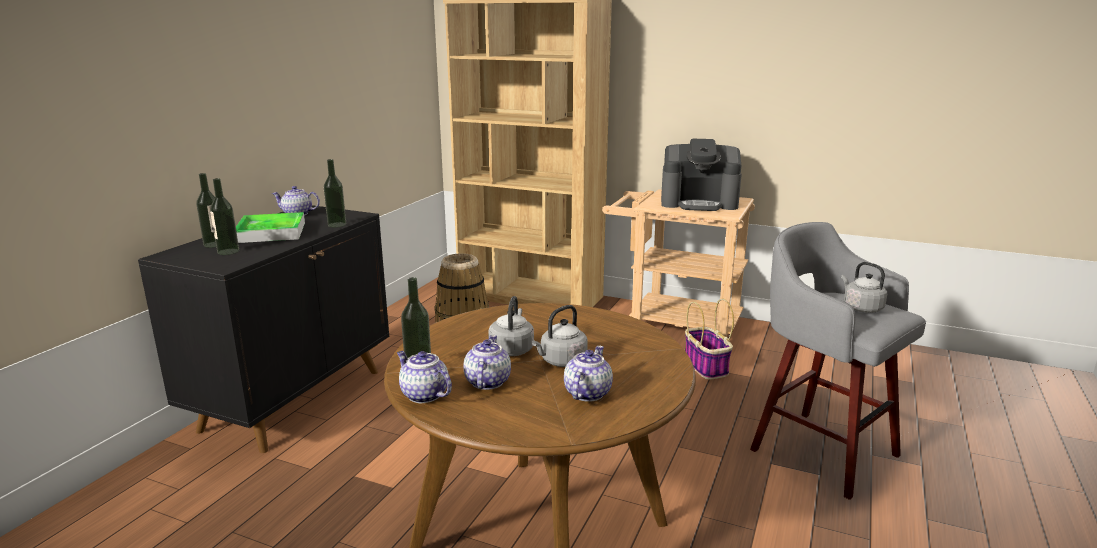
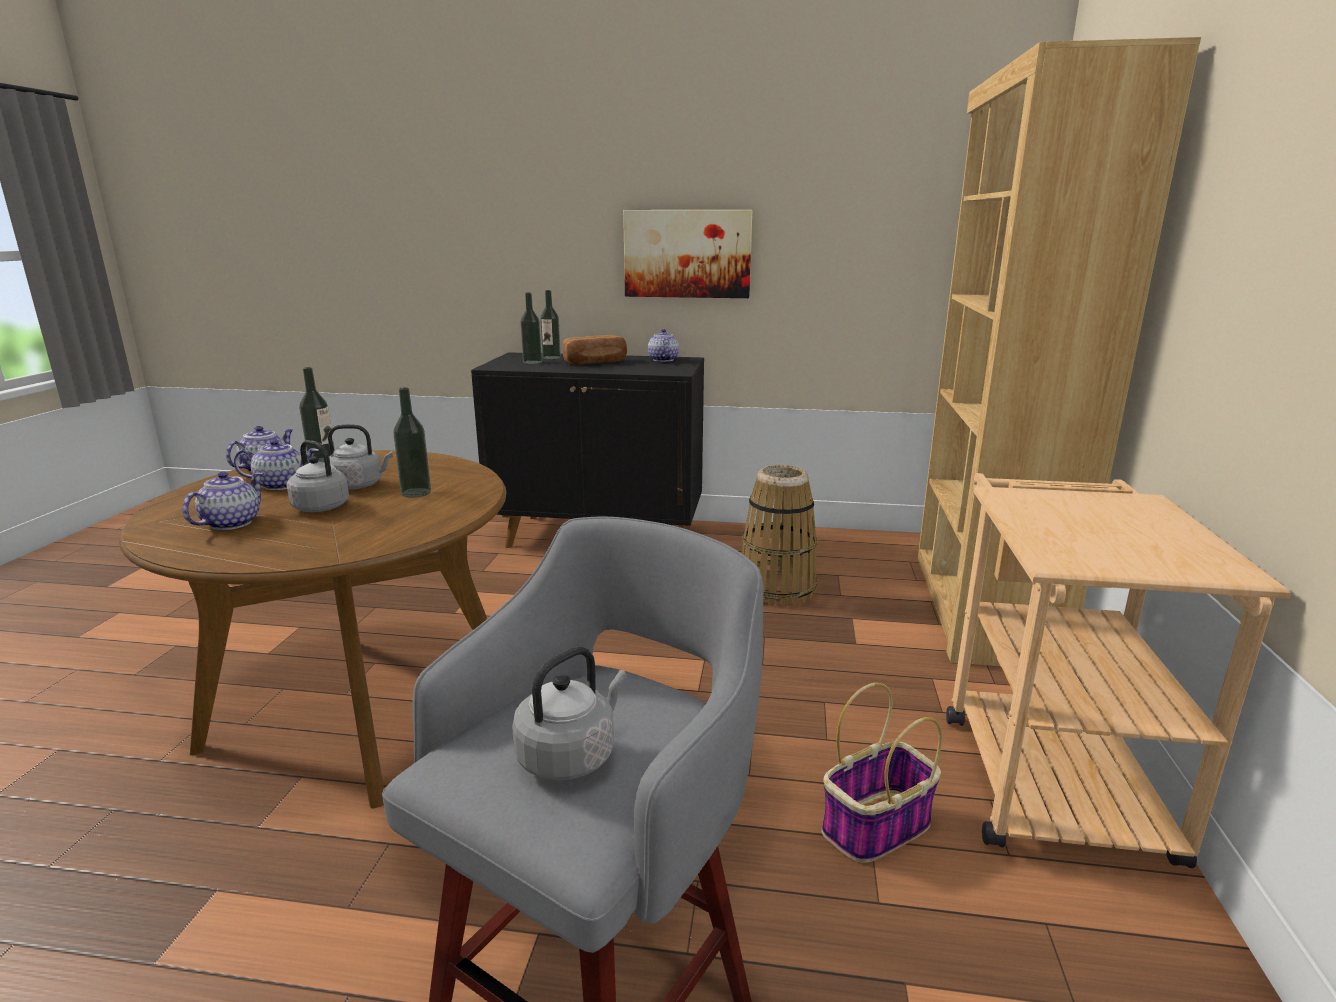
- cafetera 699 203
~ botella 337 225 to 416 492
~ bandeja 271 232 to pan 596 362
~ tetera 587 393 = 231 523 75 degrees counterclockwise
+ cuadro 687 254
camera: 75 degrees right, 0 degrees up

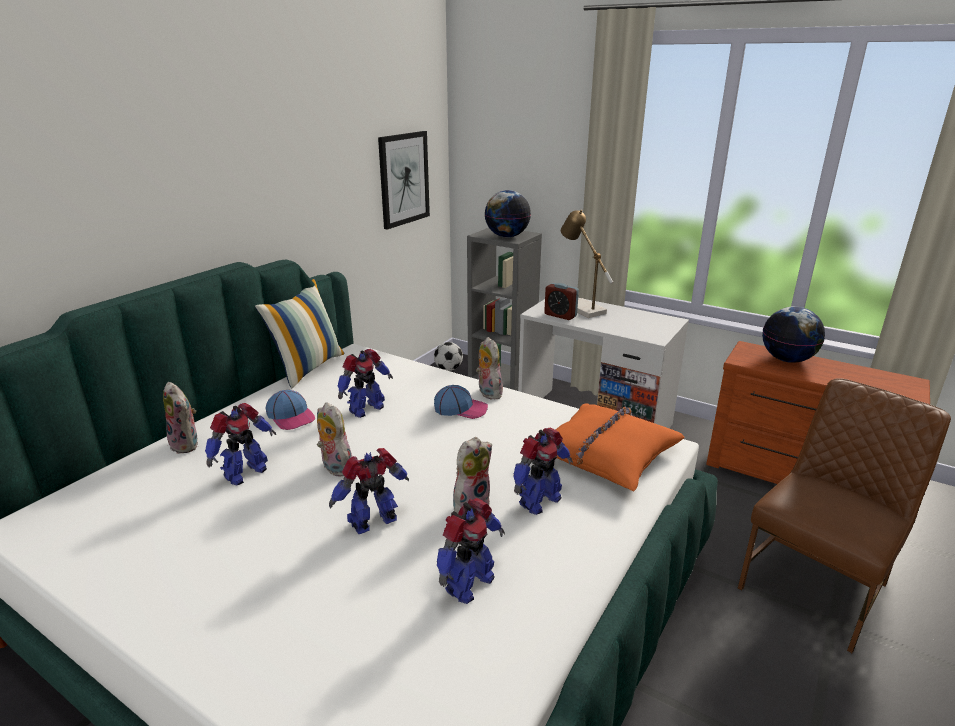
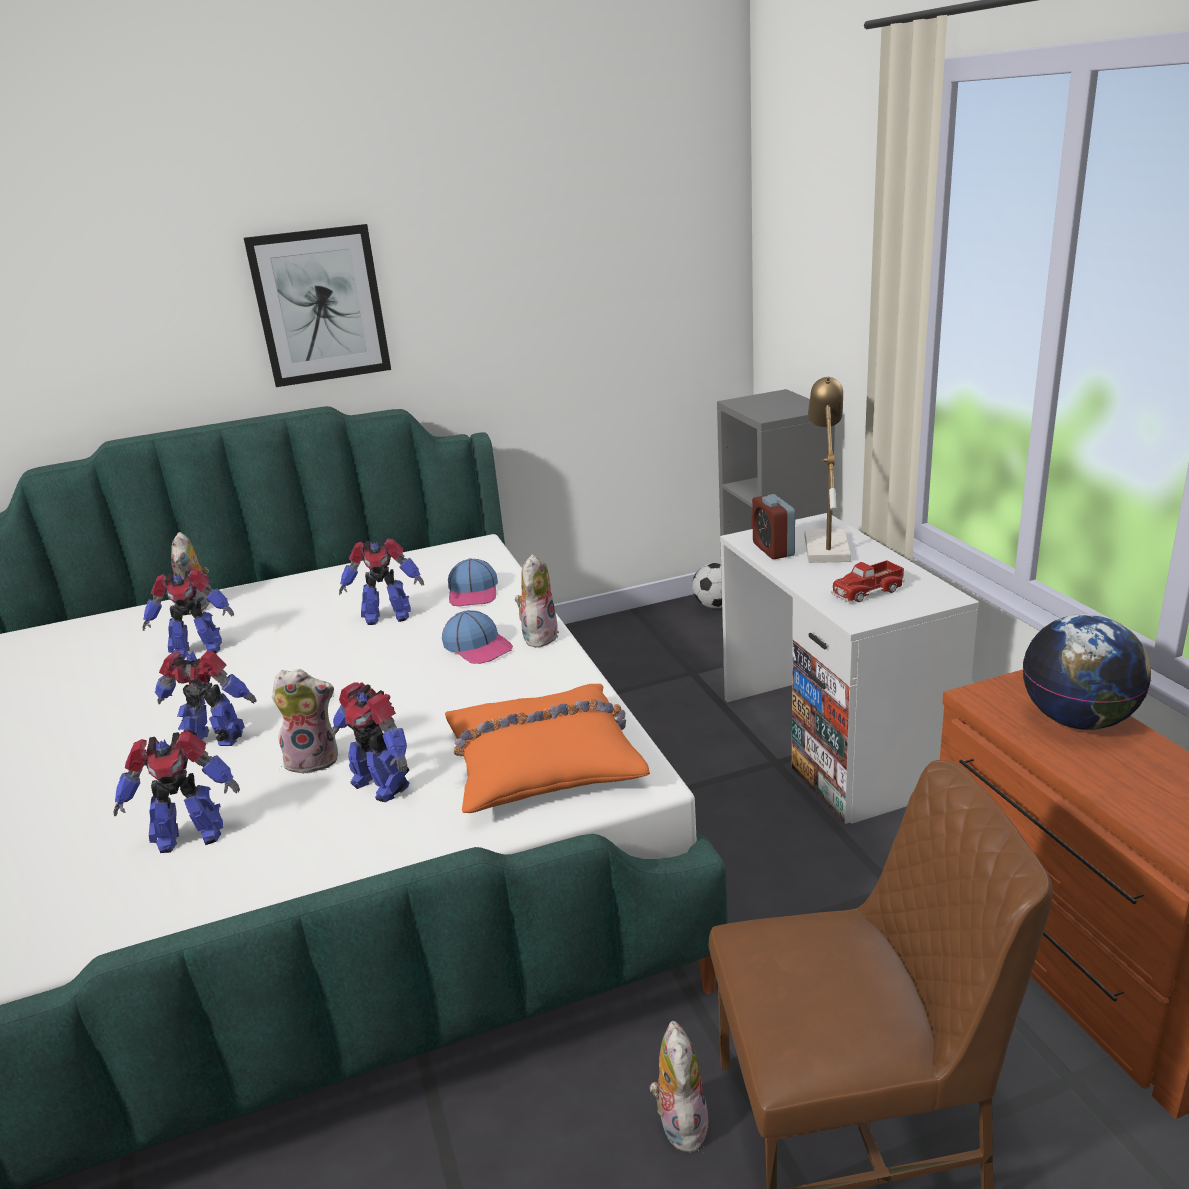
~ cuadro 403 179 to 320 306
- globo terráqueo 507 236
- cojín 308 367
~ gorra 291 416 to 473 592
~ peluche 335 467 to 679 1122
~ robot de juguete 538 501 = 381 784 45 degrees clockwise
+ camión de juguete 867 591
camera: 40 degrees right, 0 degrees up

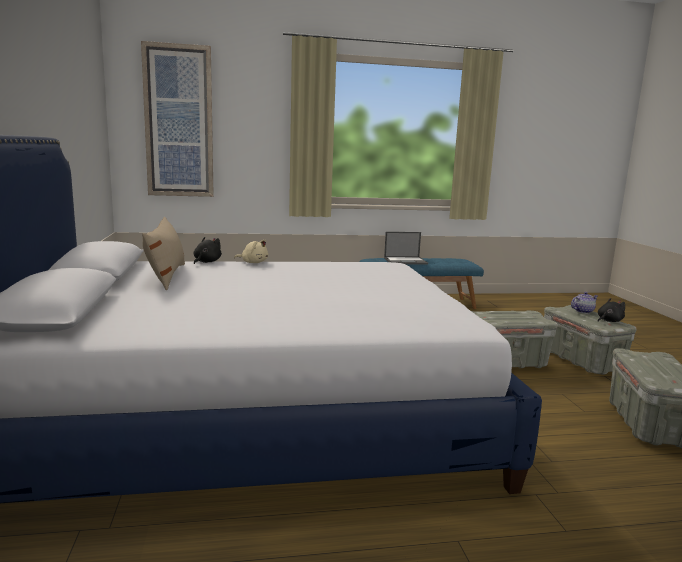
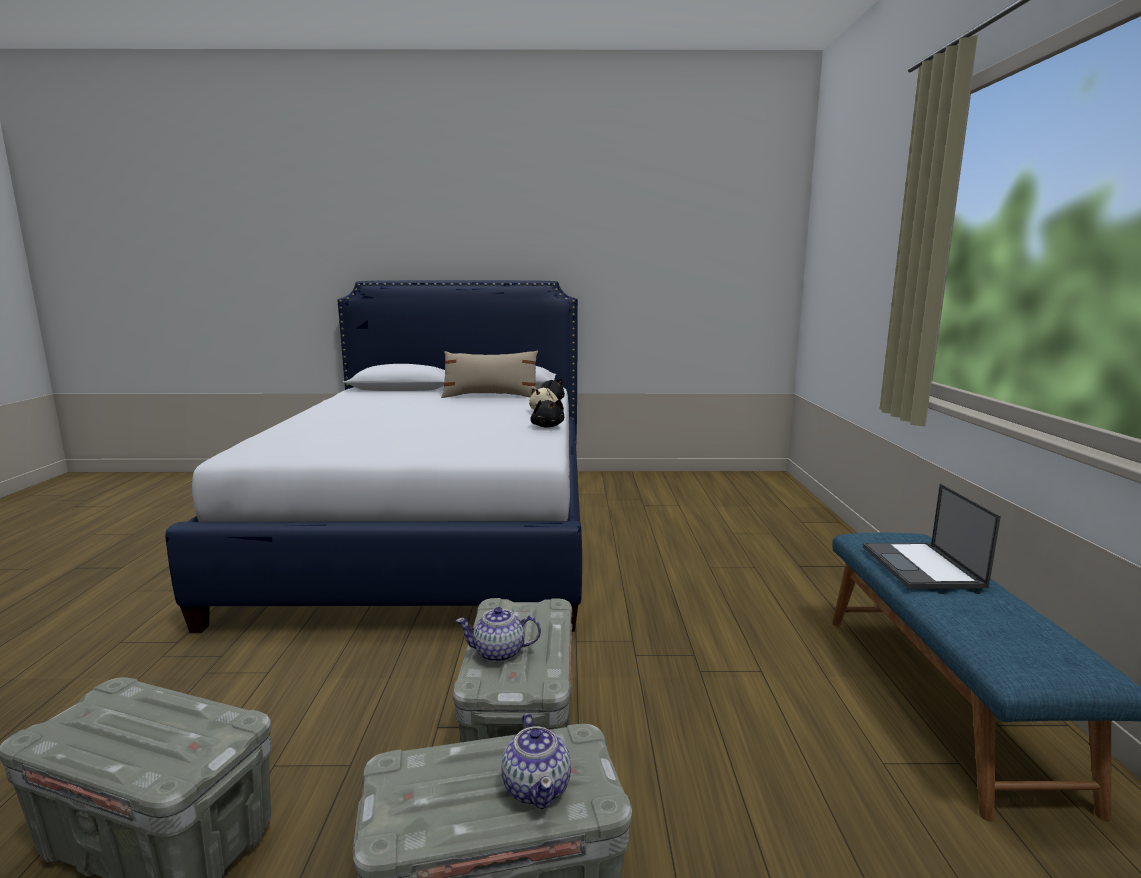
- cuadro 179 122
~ peluche [negro] 608 321 to 547 426
+ tetera 499 653
camera: 100 degrees right, 0 degrees up

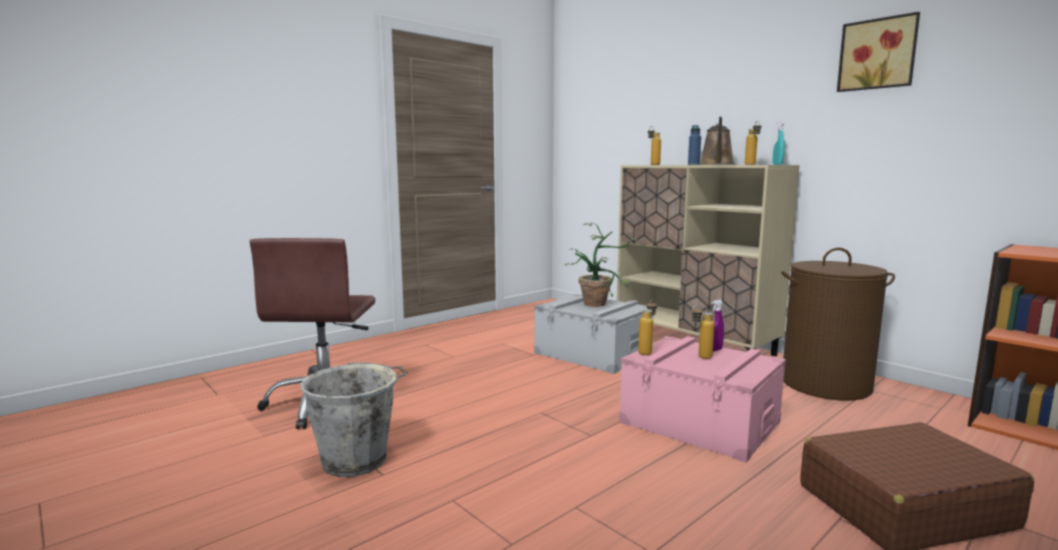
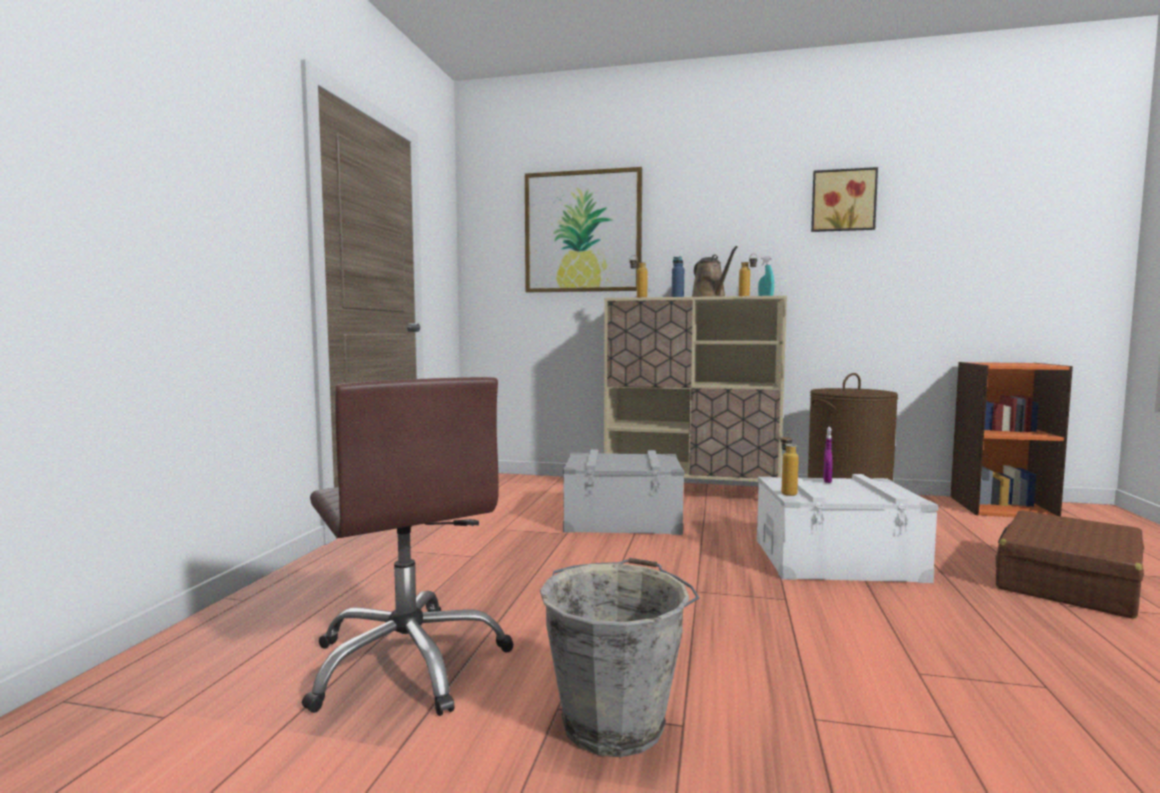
- planta en maceta 600 303
- botella 700 357
~ caja de almacenaje [rosa] 700 422 to caja de almacenaje [blanco] 837 559
+ cuadro 583 232
camera: 35 degrees left, 5 degrees down

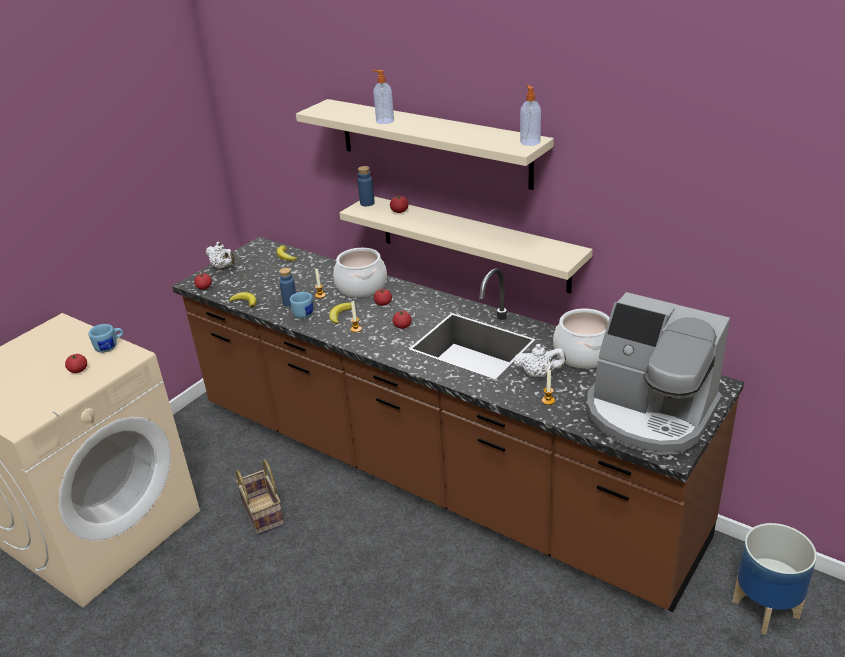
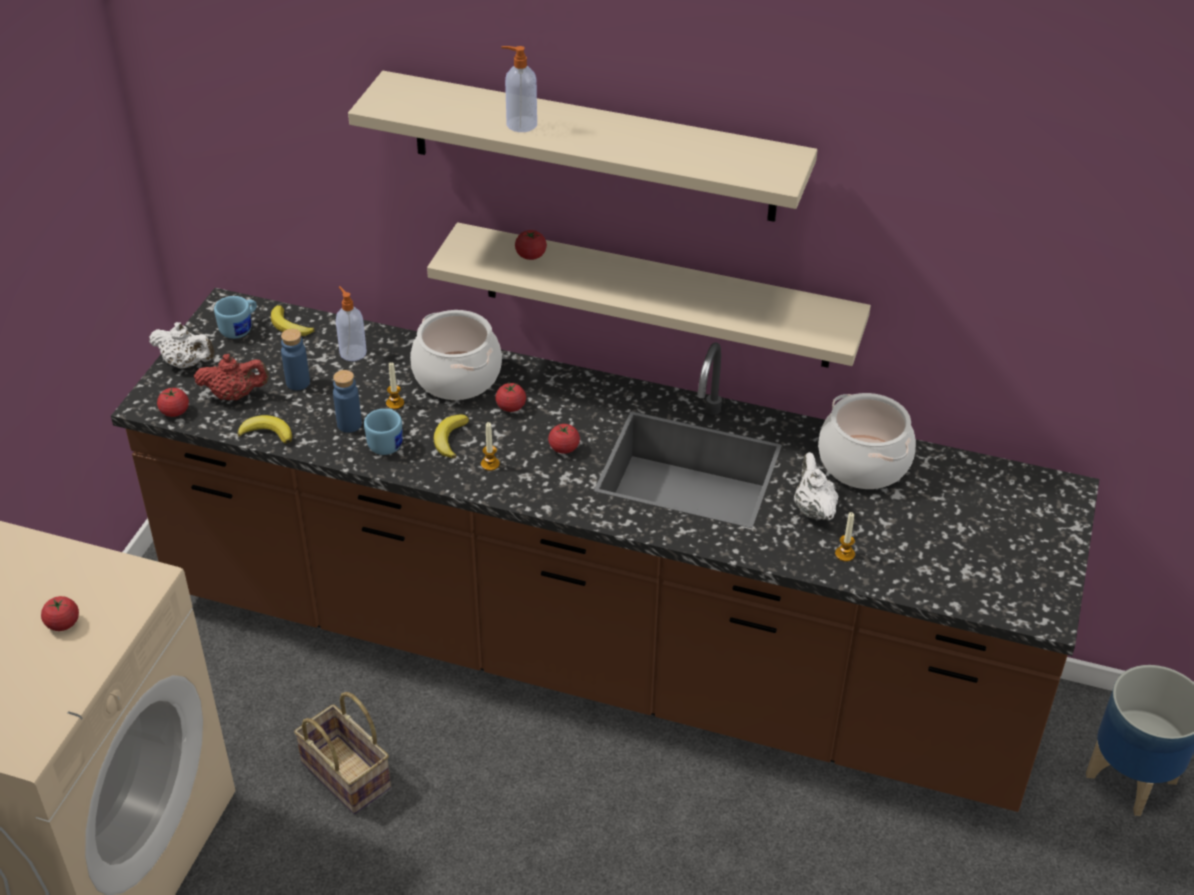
~ dispensador de jabón 530 142 to 352 352
~ botella [azul] 367 203 to 298 382
- cafetera 649 414
~ taza grande [azul] 110 347 to 240 328
~ tetera [blanco] 539 374 = 813 509 90 degrees counterclockwise
+ tetera [rojo] 235 395
camera: 20 degrees left, 10 degrees up

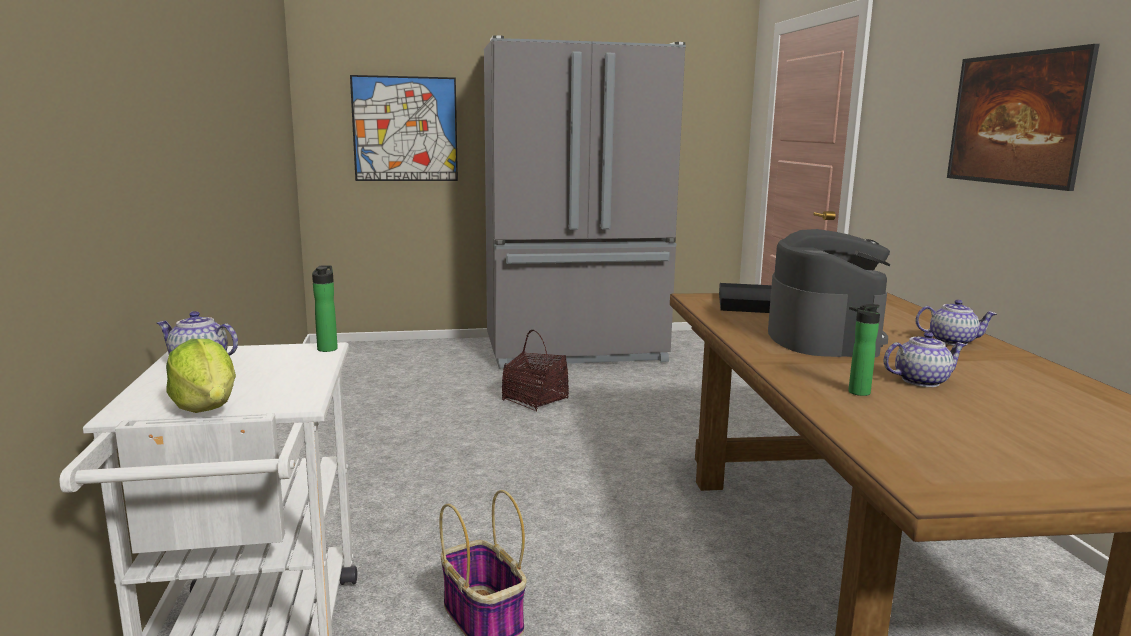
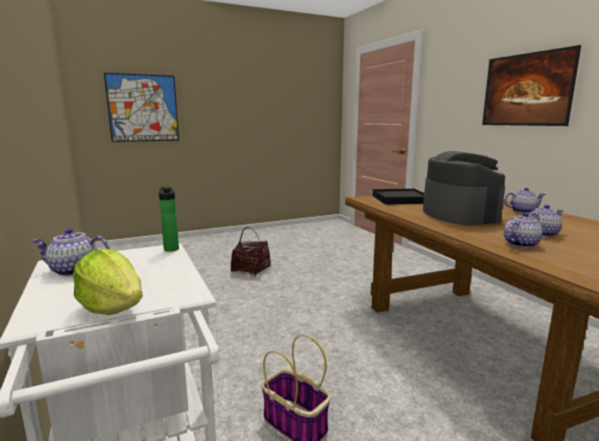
- nevera [gris] 576 351
~ botella 856 393 to tetera 520 244
camera: 15 degrees left, 0 degrees up

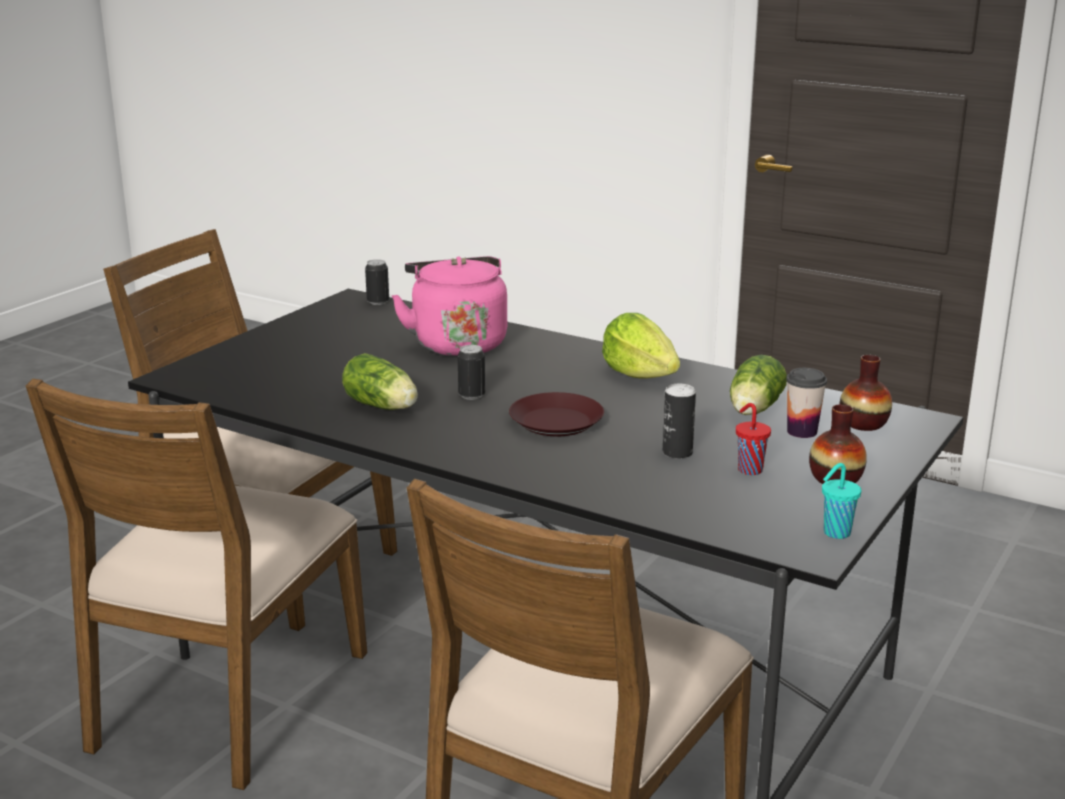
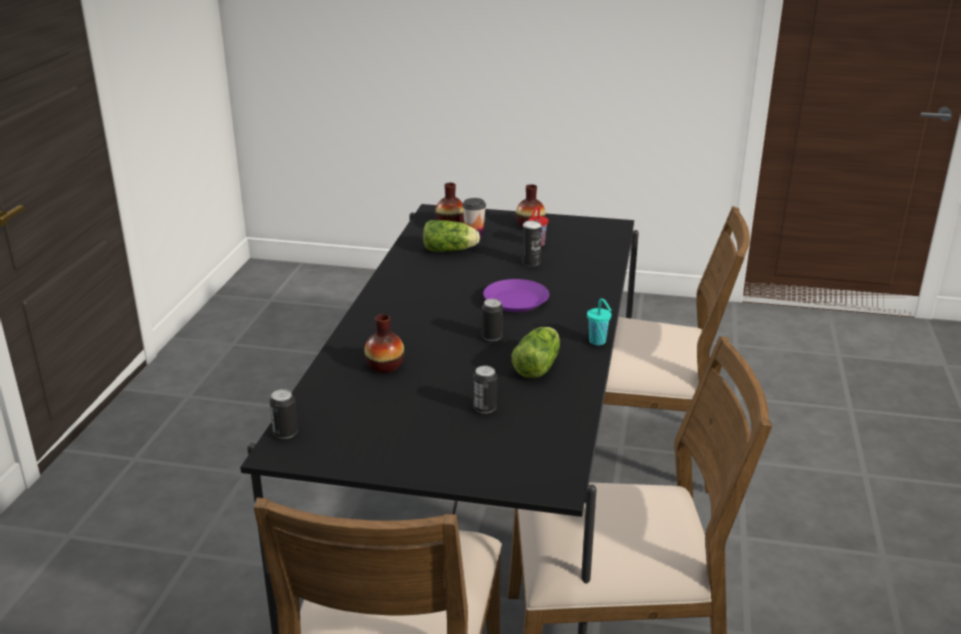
~ hervidor [rosa] 457 343 to florero 385 365
- lechuga 640 375
~ plato [marrón] 555 423 to plato [morado] 516 301
~ taza [turquesa] 835 533 to 598 342
+ lata 485 408
camera: 110 degrees left, 5 degrees up

